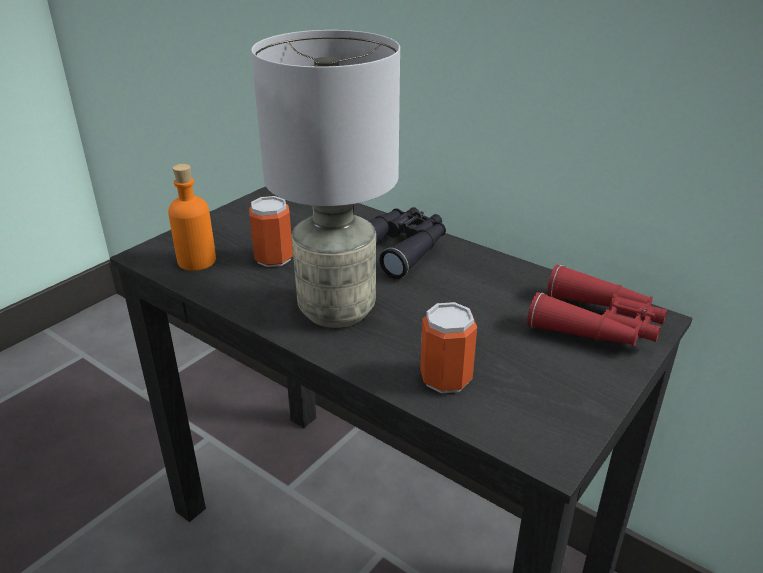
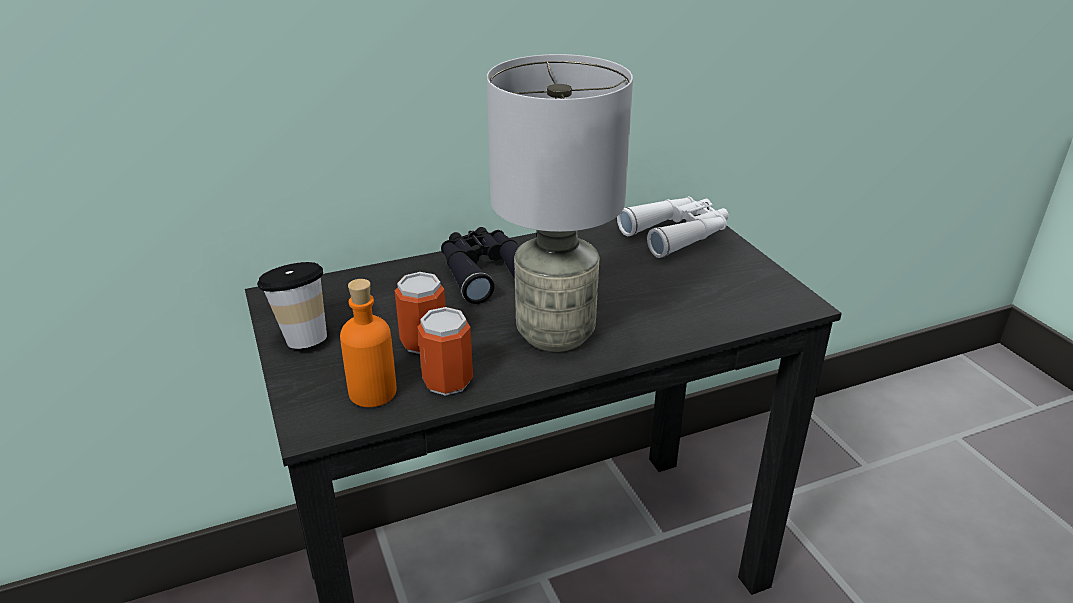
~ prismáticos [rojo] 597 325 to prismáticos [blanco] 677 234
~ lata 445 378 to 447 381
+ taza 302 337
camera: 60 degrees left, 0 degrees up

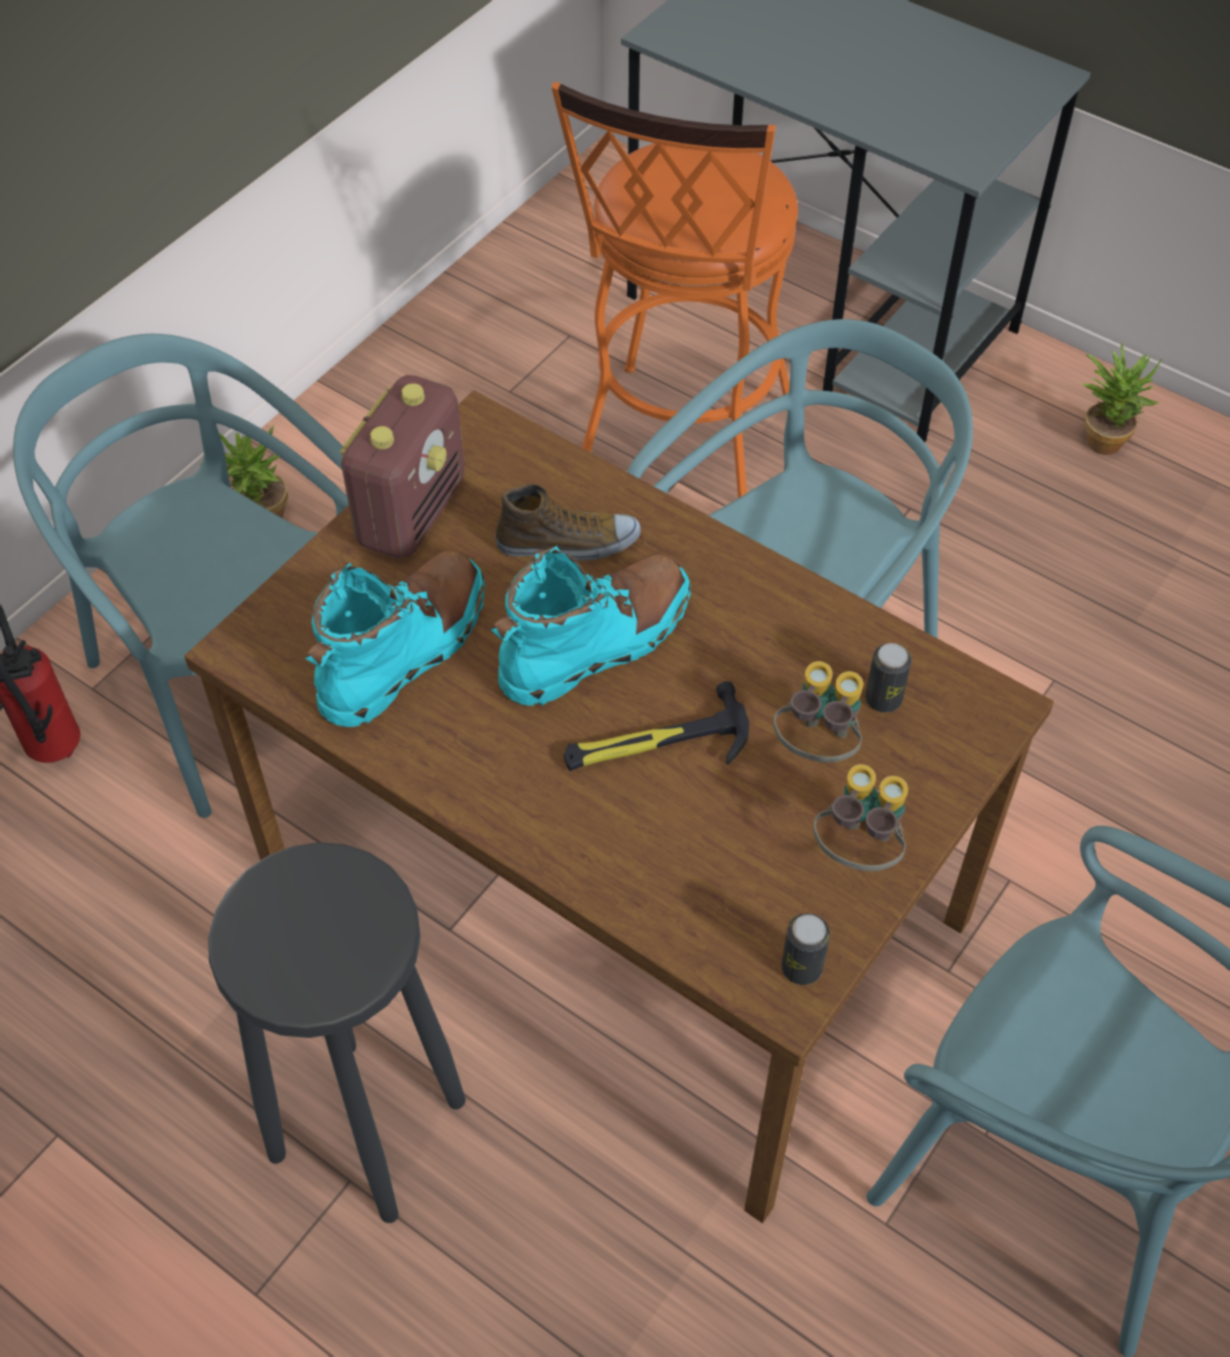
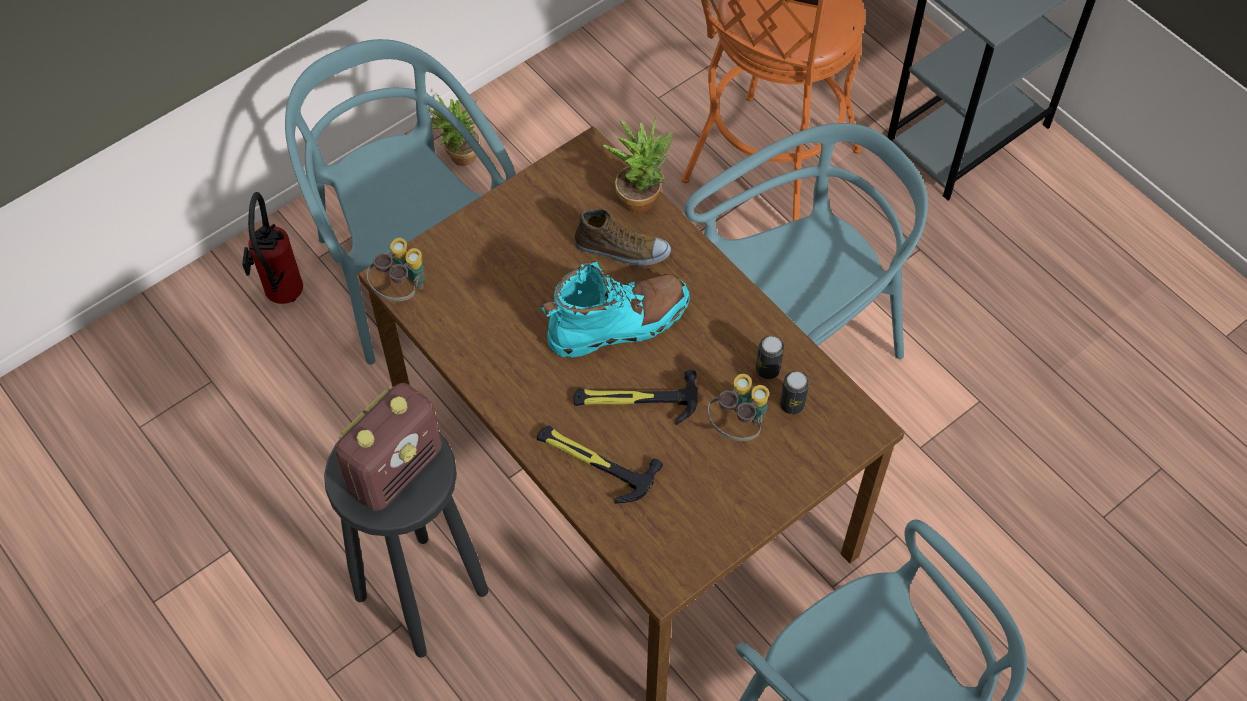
~ planta en maceta 1103 437 to 640 195
~ radio 411 511 to 396 469
- bota [turquesa] 405 651
~ prismáticos 858 850 to 402 290
~ lata 801 967 to 767 369
+ martillo 594 462
camera: 15 degrees right, 5 degrees up

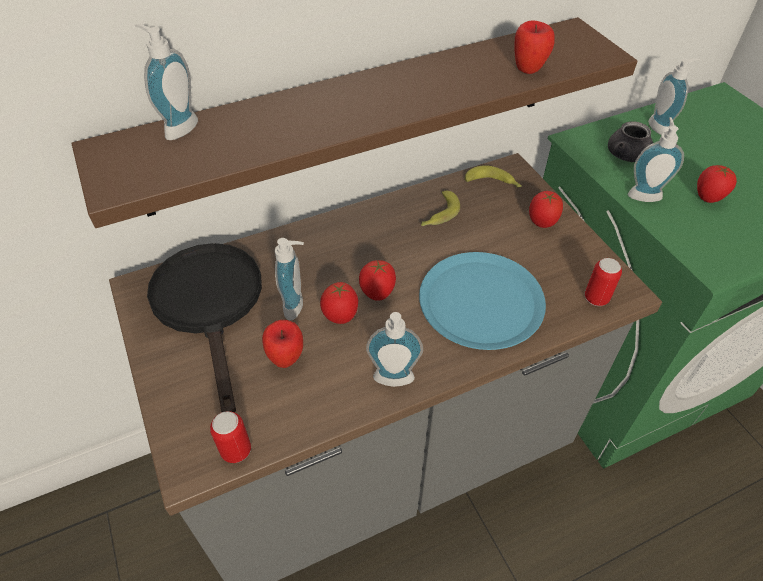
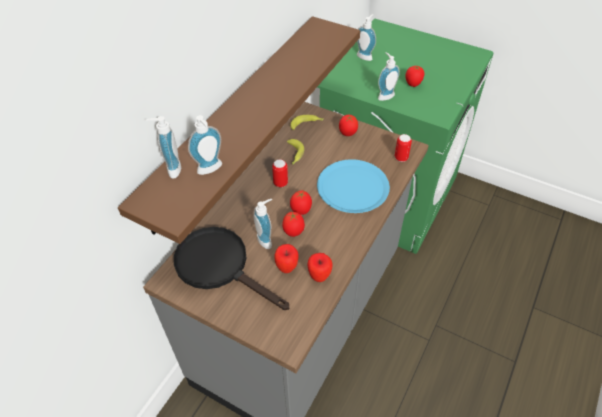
~ manzana 528 69 to 319 276
- tetera [gris] 633 156
~ dispensador de jabón 393 382 to 211 170
~ lata 236 451 to 280 183
camera: 35 degrees left, 0 degrees up

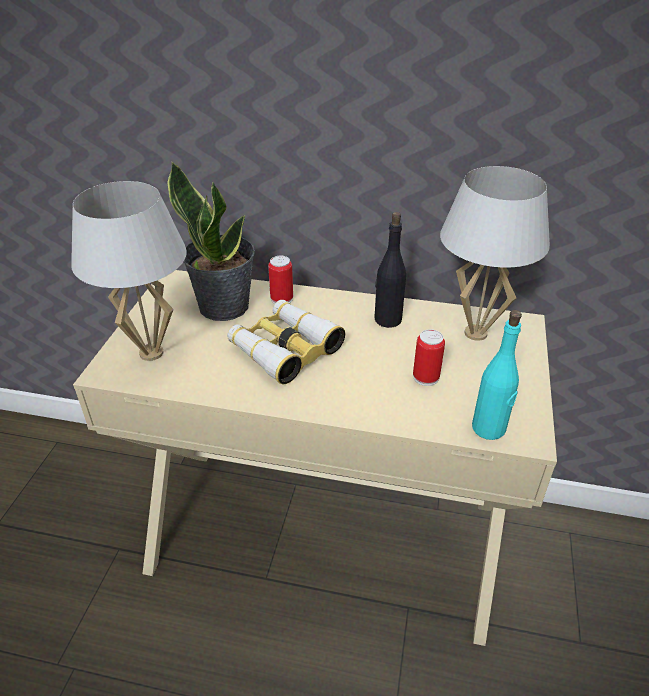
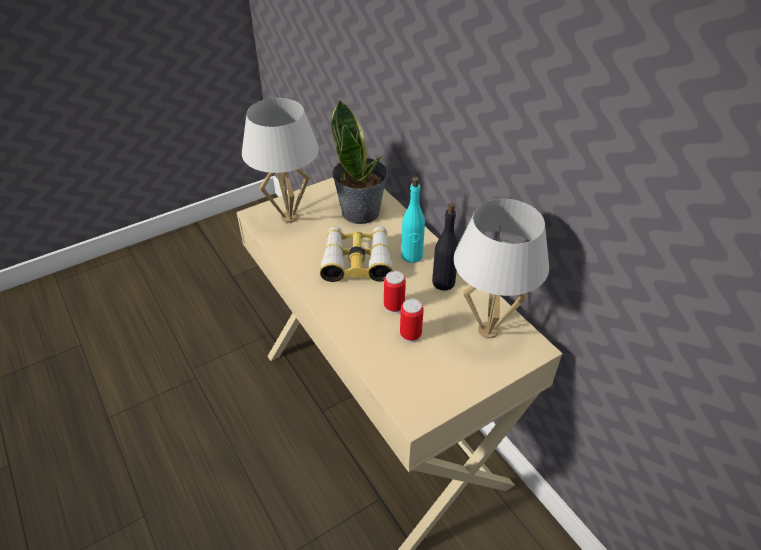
~ lata 281 299 to 394 306
~ botella [turquesa] 489 428 to 412 256
camera: 45 degrees right, 5 degrees up

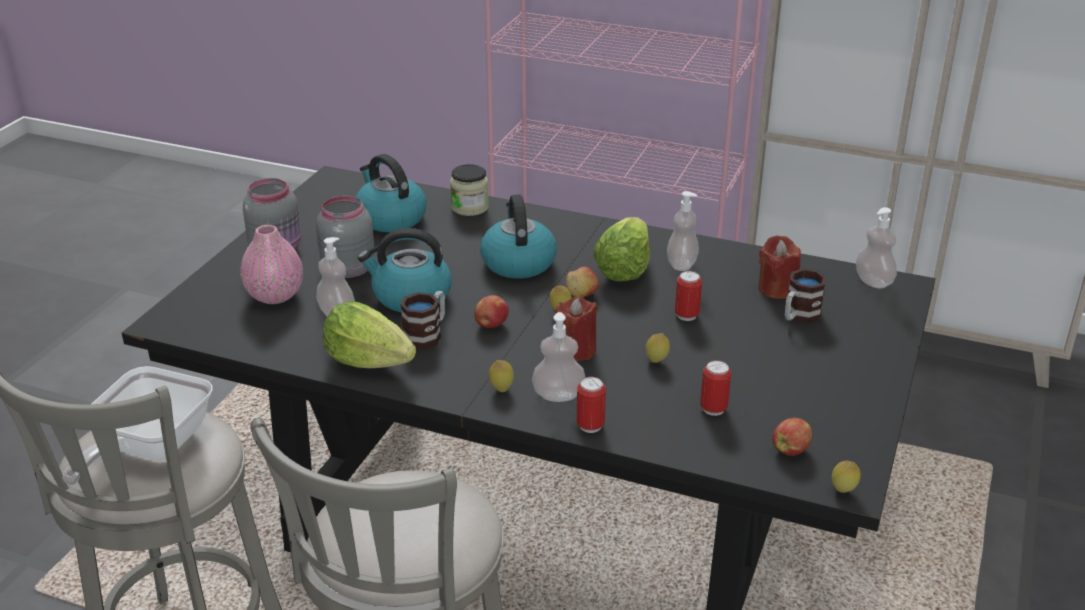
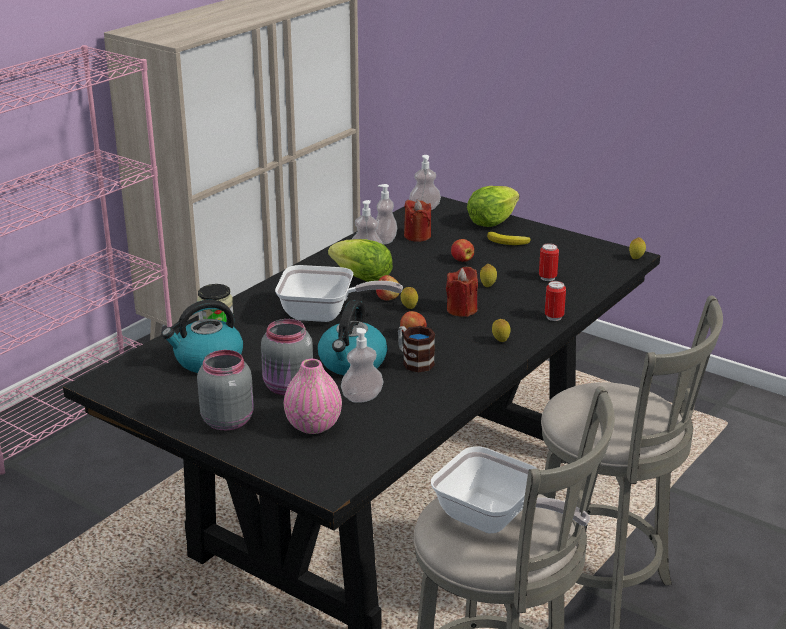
~ hervidor 517 262 to sartén 325 314
- taza grande 798 316
- lata 686 315
~ lechuga 368 361 to 491 222
~ dispensador de jabón 558 395 to 385 240
~ manzana 791 450 to 461 260
+ plátano 508 242
camera: 75 degrees left, 5 degrees down

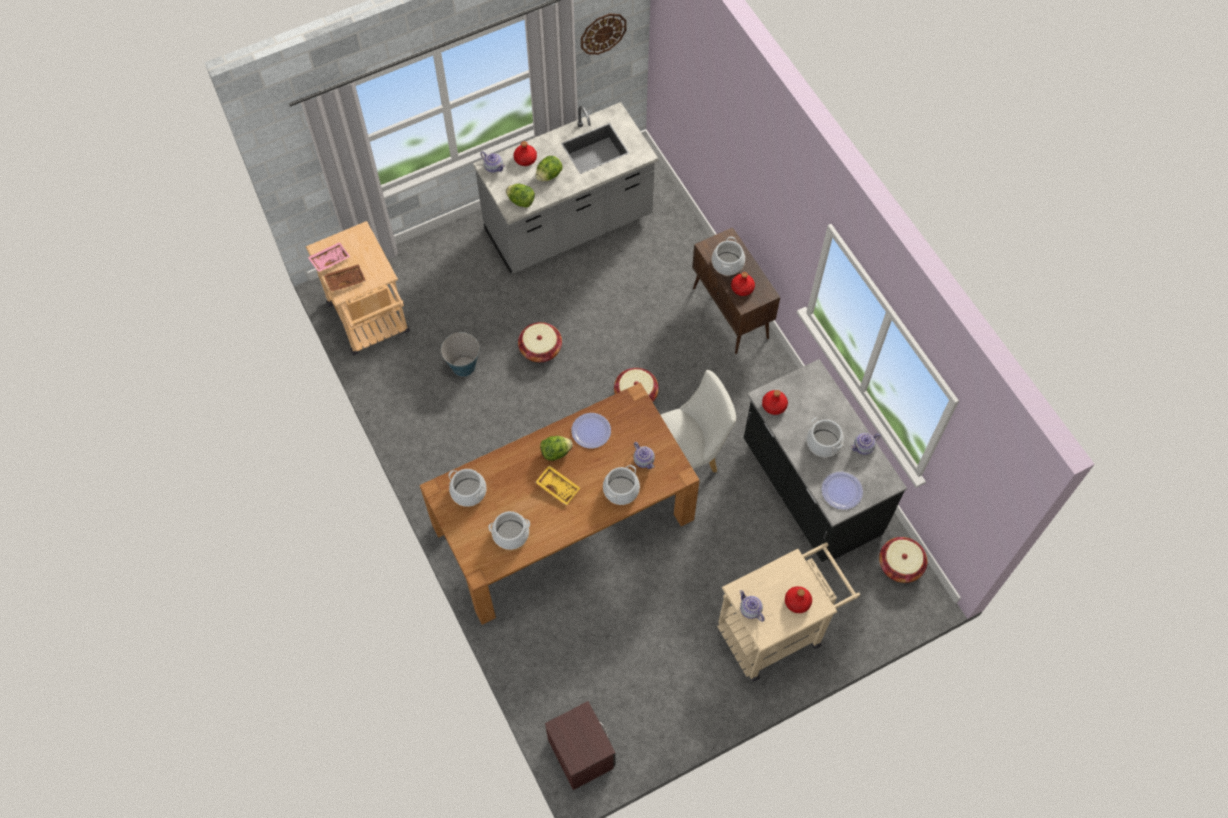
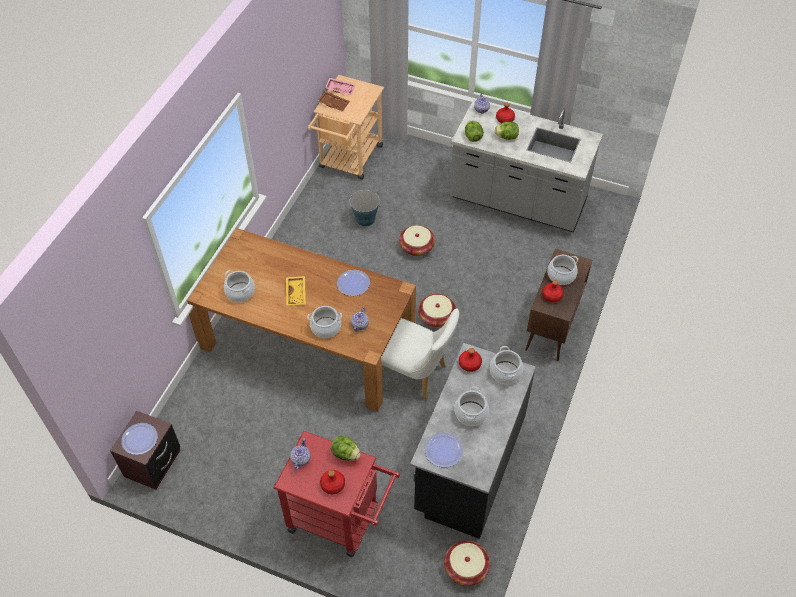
- reloj de pared 603 33
- tetera 863 447
~ lechuga 555 452 to 345 454
~ olla 468 492 to 505 372
~ carrito [beis] 777 630 to carrito [rojo] 340 520
+ plato 139 439
camera: 50 degrees right, 10 degrees down

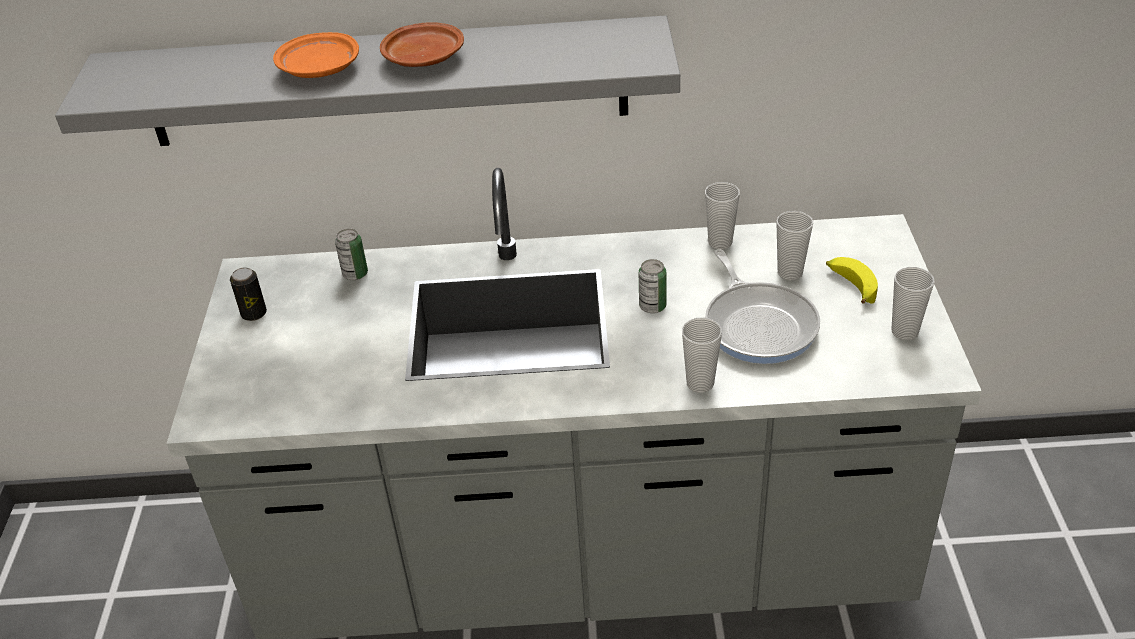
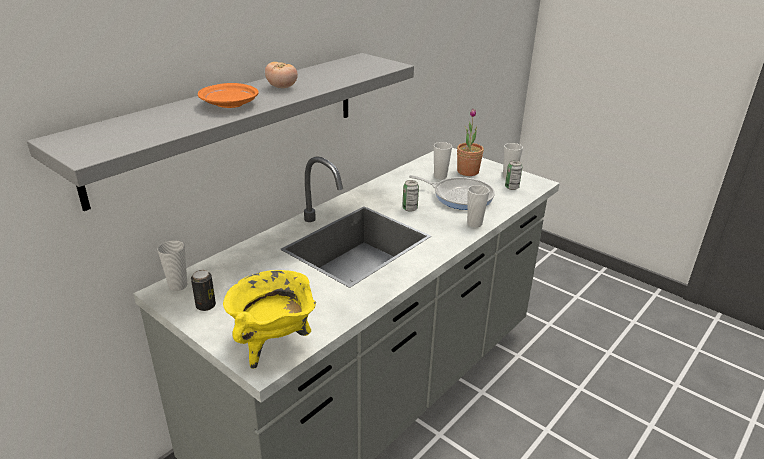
~ plato [marrón] 424 58 to tomate 282 87
~ taza 720 242 to 178 286
~ lata 355 274 to 511 187
~ plátano 850 286 to planta en maceta 468 171
+ olla [amarillo] 274 344
camera: 50 degrees left, 10 degrees down

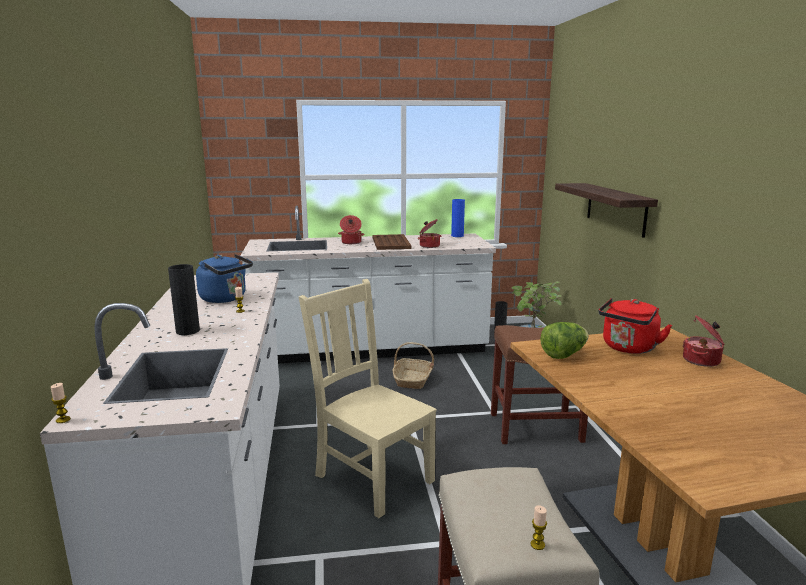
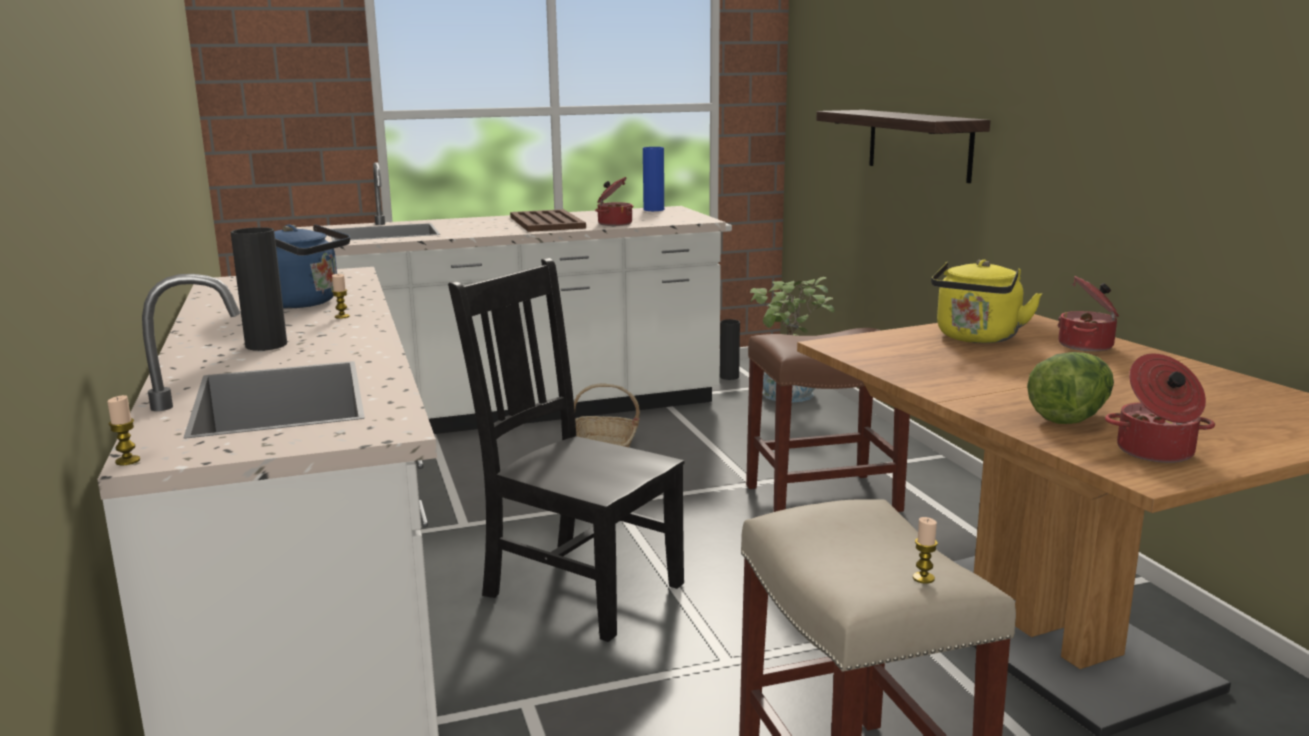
~ olla 351 242 to 1155 452
~ silla [beis] 371 476 to silla [negro] 578 587
~ hervidor [rojo] 628 348 to hervidor [amarillo] 976 338
~ lechuga 563 355 to 1071 416
camera: 10 degrees left, 0 degrees up

